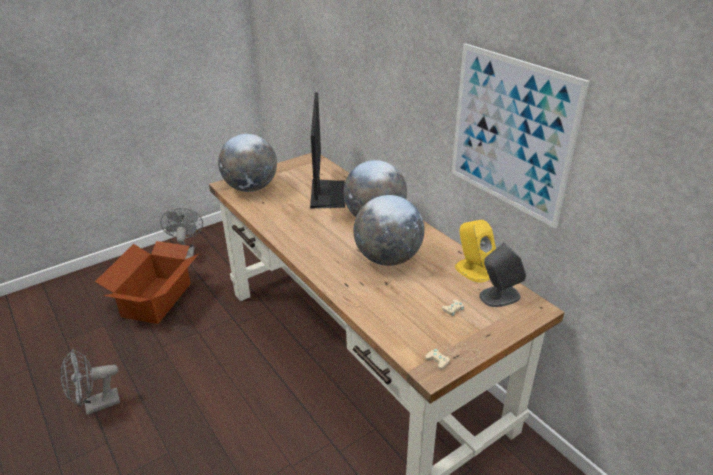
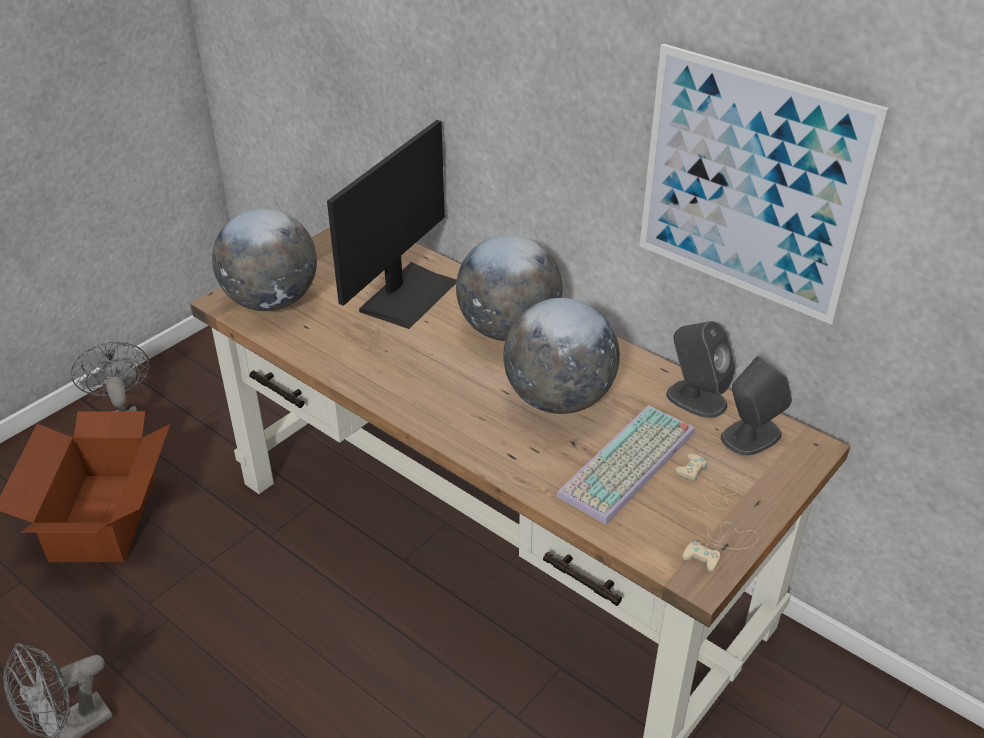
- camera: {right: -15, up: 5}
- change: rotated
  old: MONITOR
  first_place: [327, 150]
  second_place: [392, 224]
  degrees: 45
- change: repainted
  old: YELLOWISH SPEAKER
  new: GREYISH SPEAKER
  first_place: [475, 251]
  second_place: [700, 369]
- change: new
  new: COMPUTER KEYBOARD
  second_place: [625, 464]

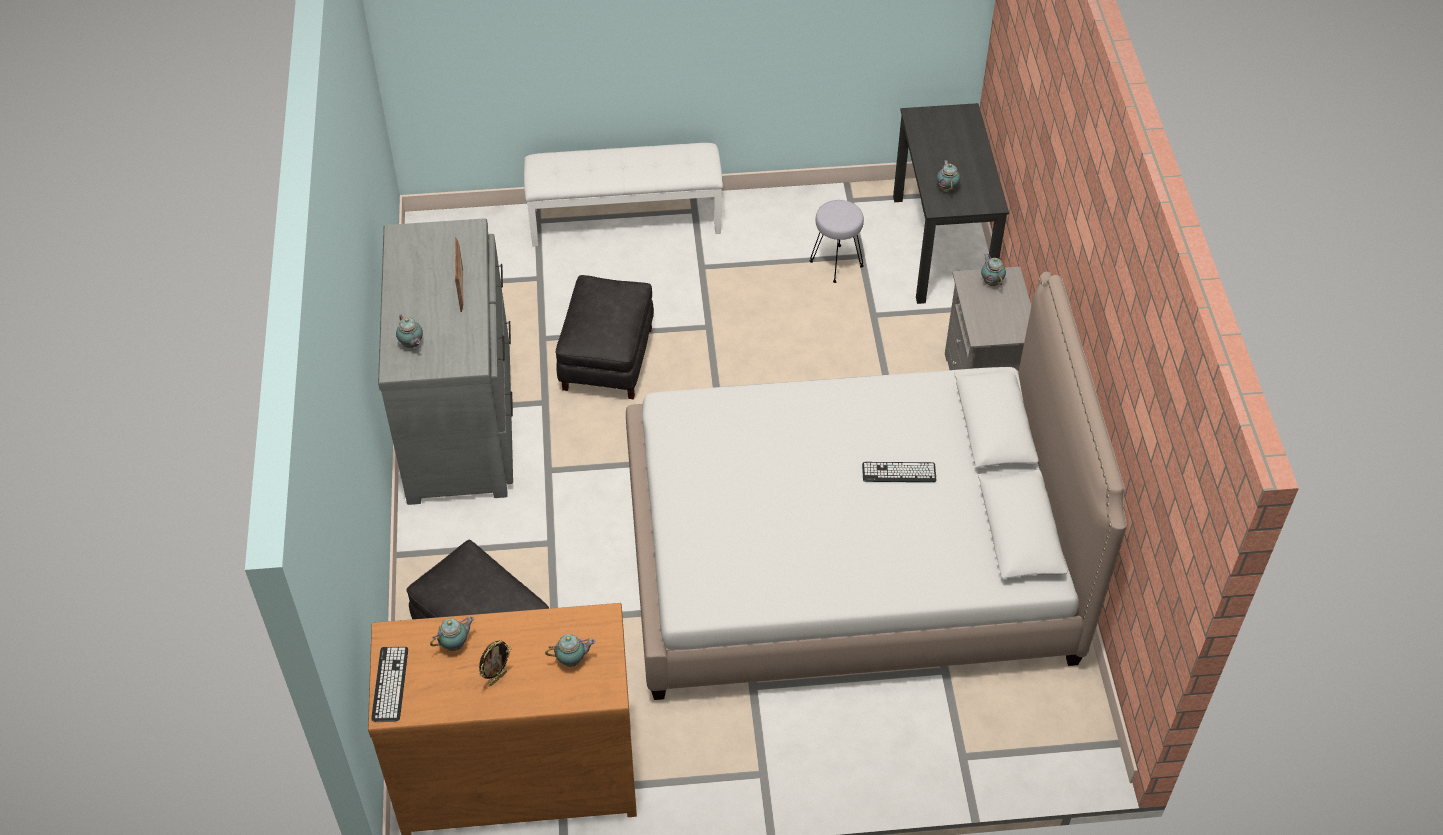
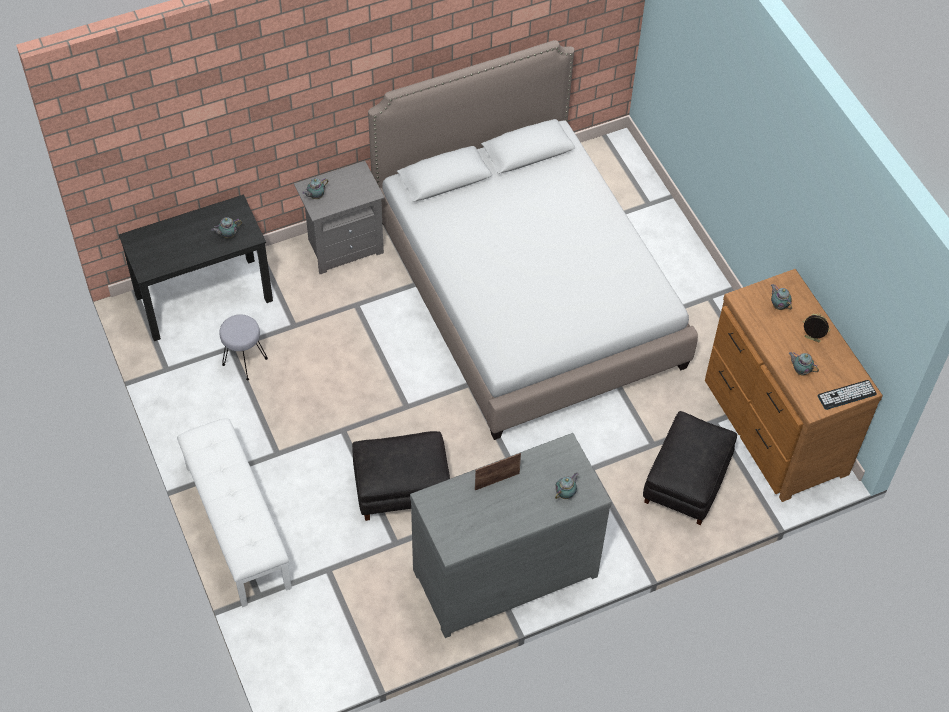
- camera: {right: -110, up: 5}
- change: gone
  old: COMPUTER KEYBOARD
  first_place: [899, 472]

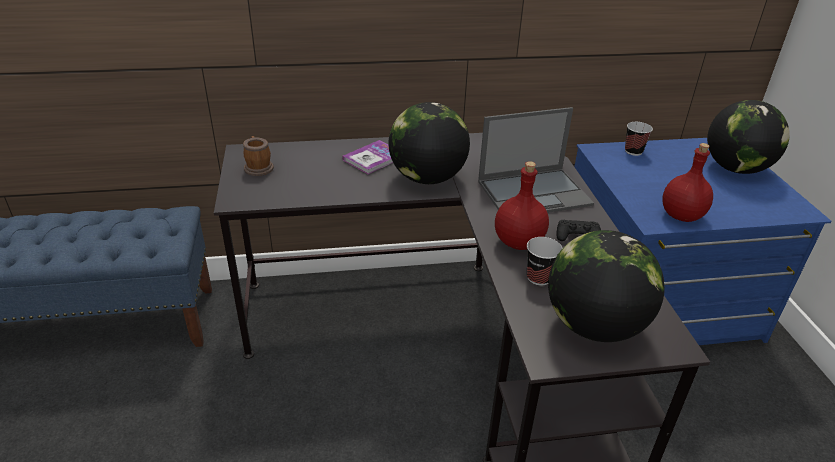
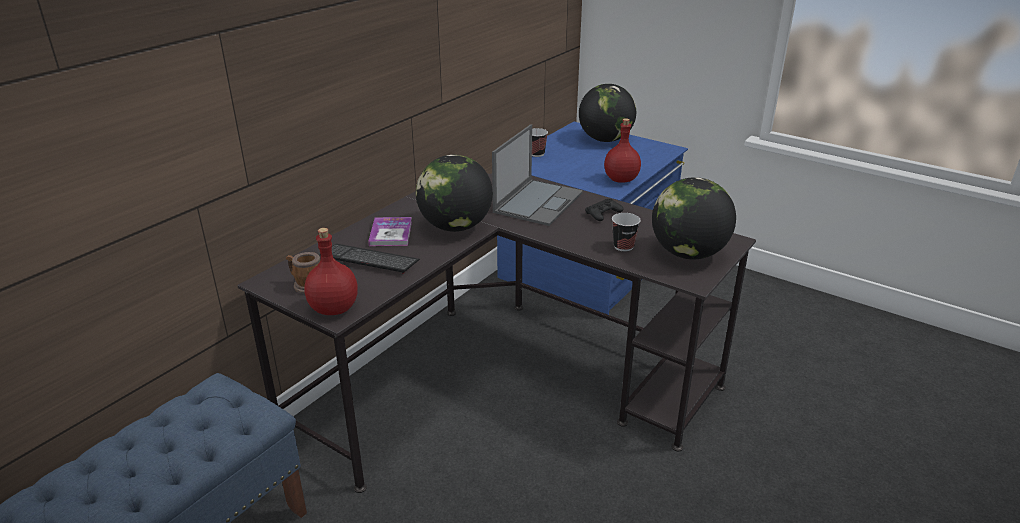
- camera: {right: -45, up: -5}
- change: shifted
  old: RED BOTTLE
  first_place: [522, 205]
  second_place: [331, 271]
- change: new
  new: COMPUTER KEYBOARD
  second_place: [370, 259]

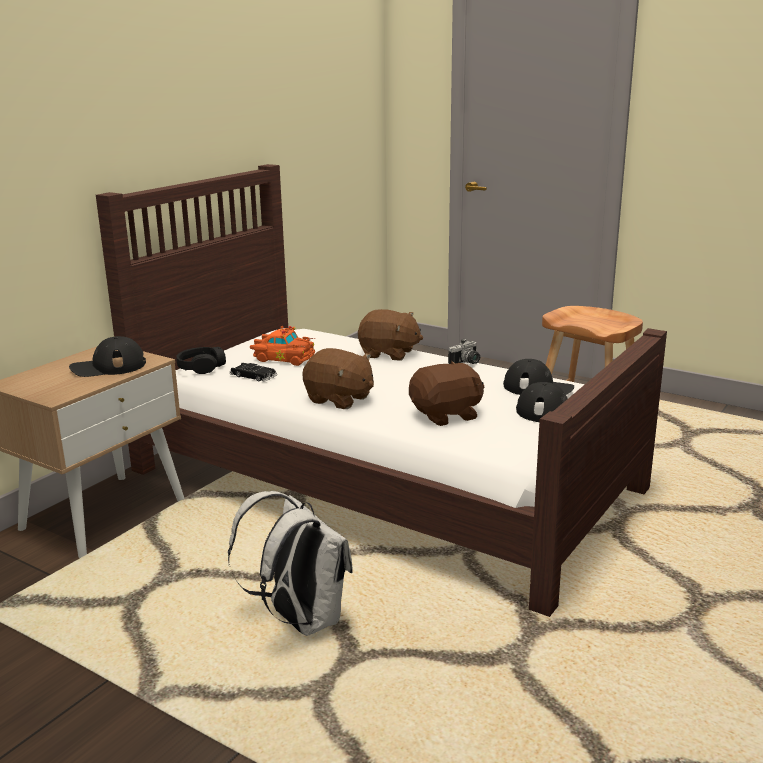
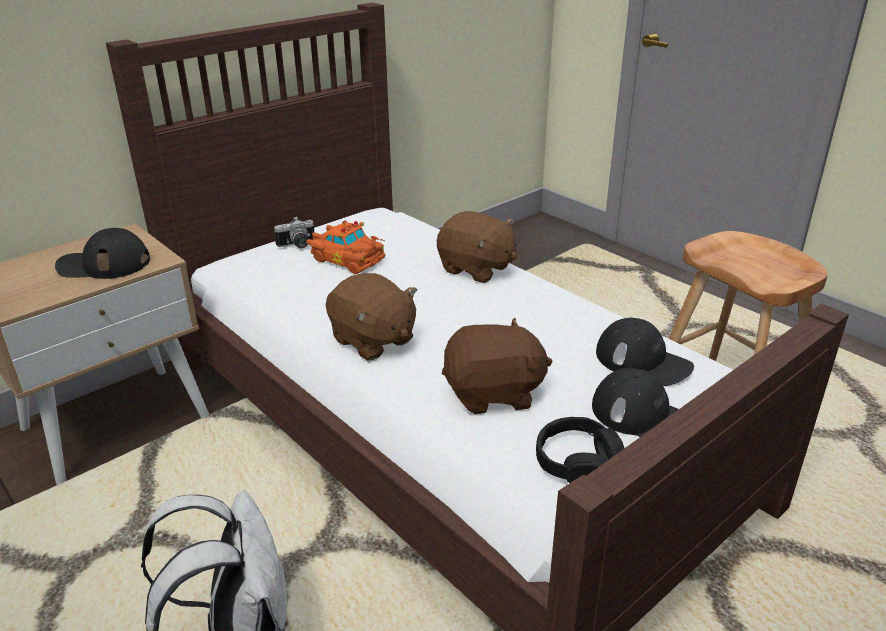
- camera: {right: 15, up: 10}
- change: shifted
  old: BLACK-COLOURED PAIR OF HEADPHONES
  first_place: [201, 360]
  second_place: [580, 450]
- change: gone
  old: BLACK-COLOURED MODEL CAR
  first_place: [253, 372]
- change: shifted
  old: STILL CAMERA
  first_place: [464, 351]
  second_place: [294, 232]

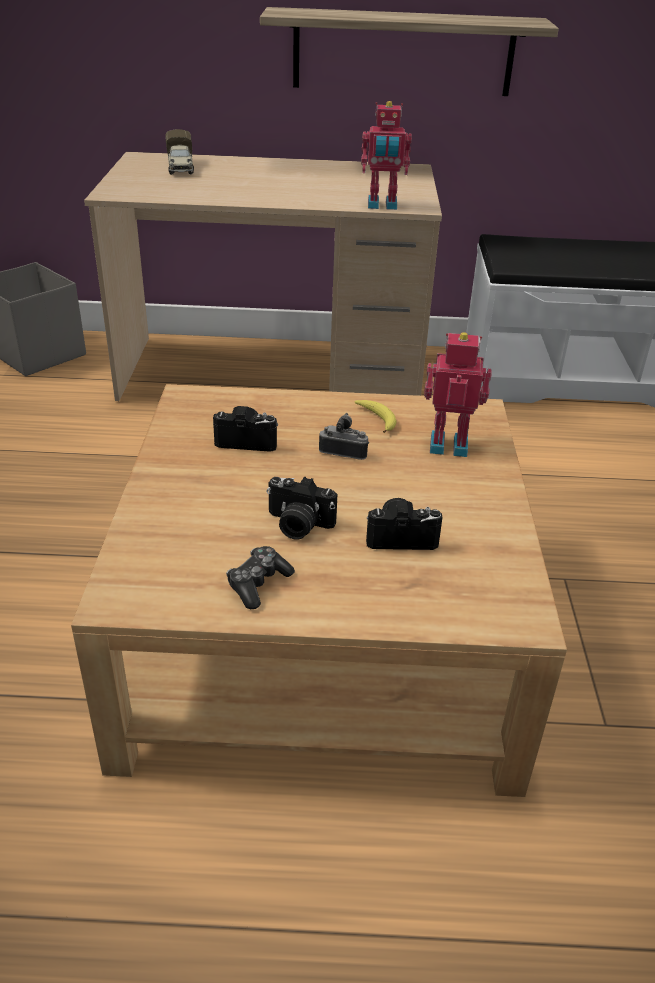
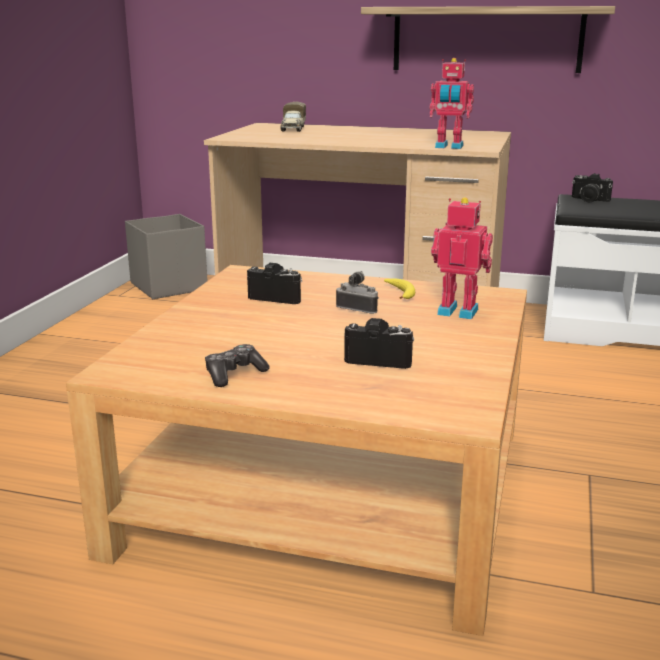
- camera: {right: 15, up: -15}
- change: shifted
  old: STILL CAMERA
  first_place: [301, 508]
  second_place: [592, 187]

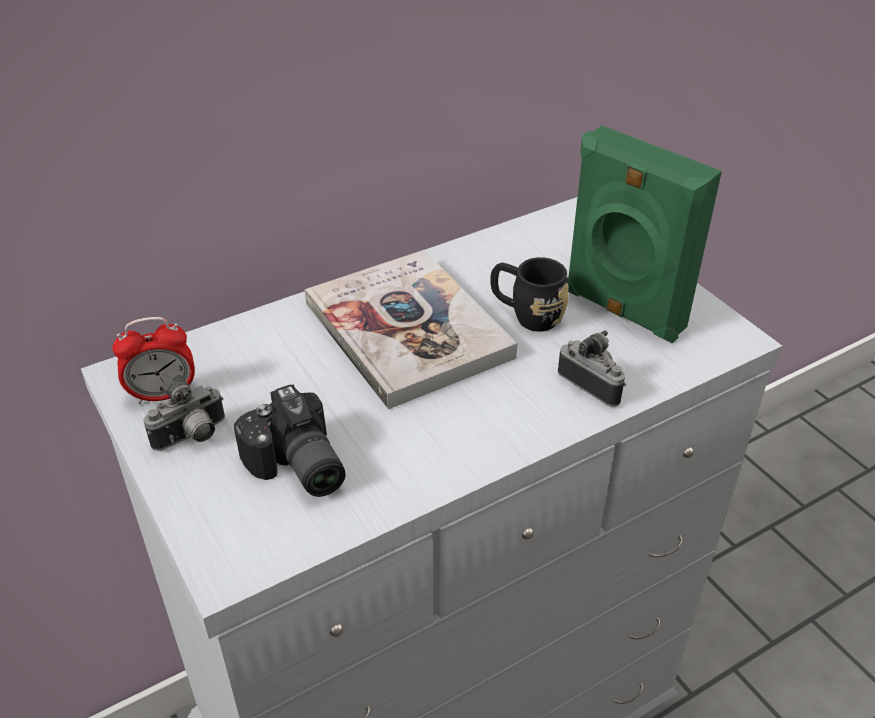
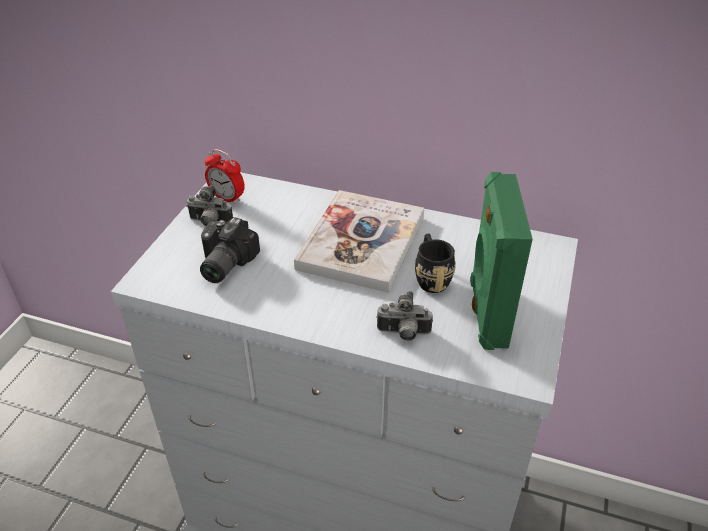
- camera: {right: 50, up: 0}
- change: rotated
  old: STILL CAMERA
  first_place: [592, 368]
  second_place: [404, 316]
  degrees: 90

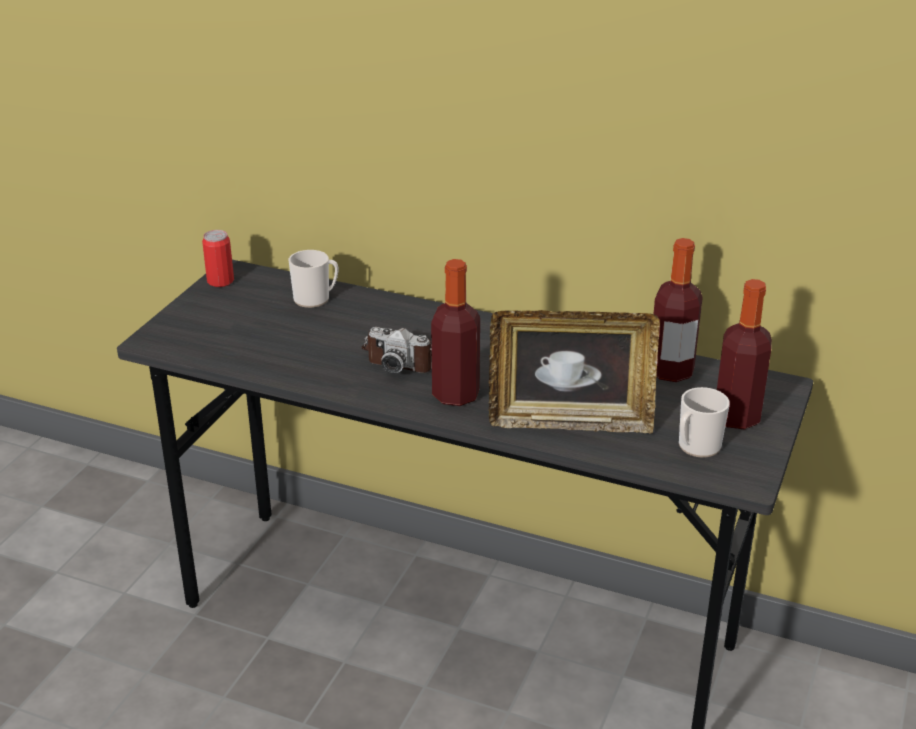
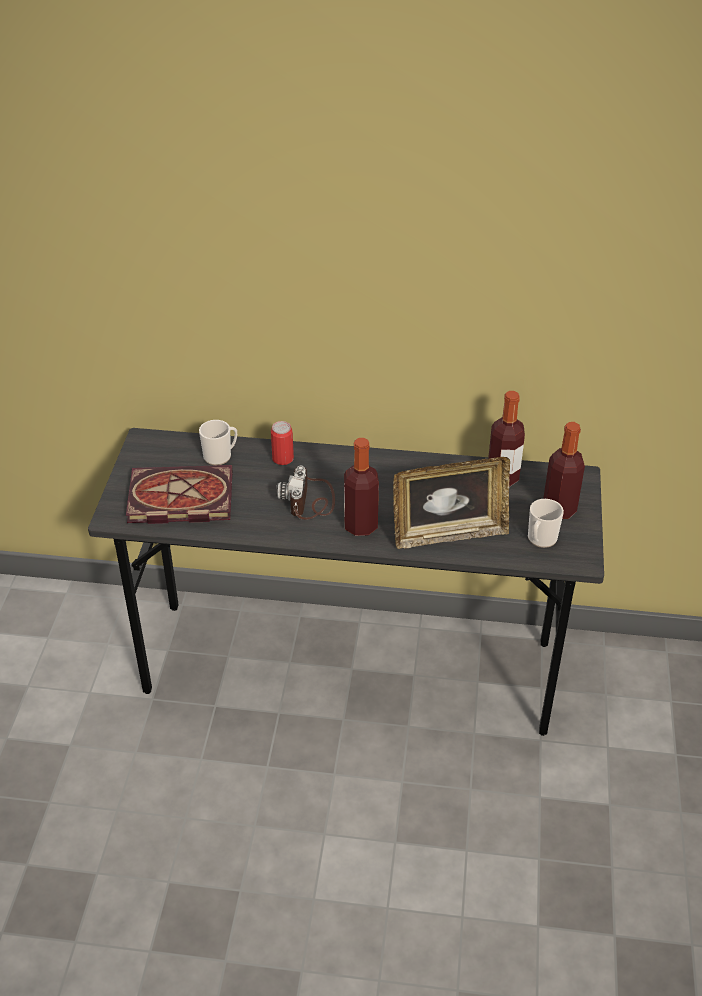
- camera: {right: -15, up: 10}
- change: shifted
  old: CAN
  first_place: [218, 258]
  second_place: [282, 443]
- change: rotated
  old: STILL CAMERA
  first_place: [396, 350]
  second_place: [305, 492]
  degrees: 90
- change: new
  new: VOLUME
  second_place: [179, 494]

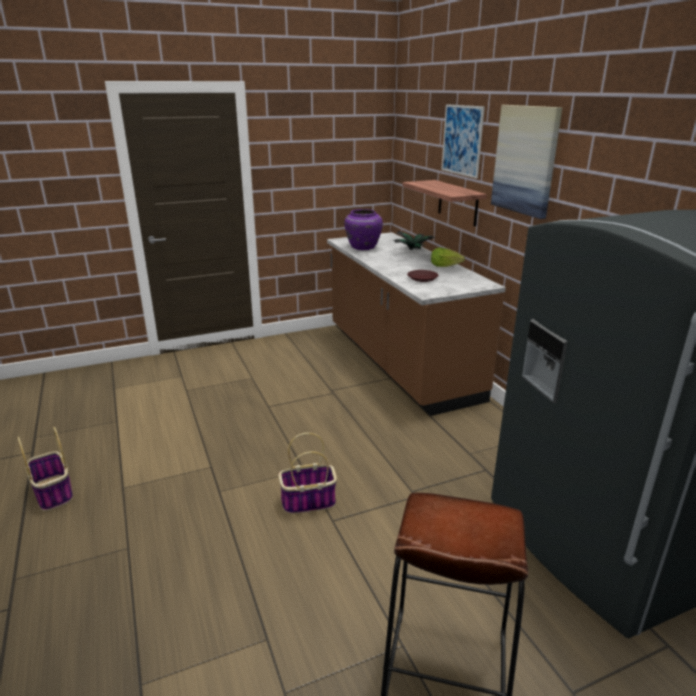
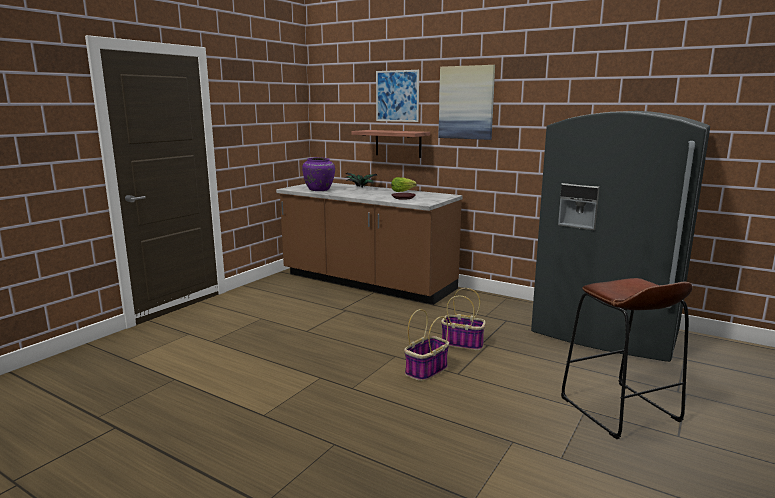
- camera: {right: -35, up: -10}
- change: shifted
  old: STORAGE BASKET
  first_place: [45, 469]
  second_place: [463, 319]

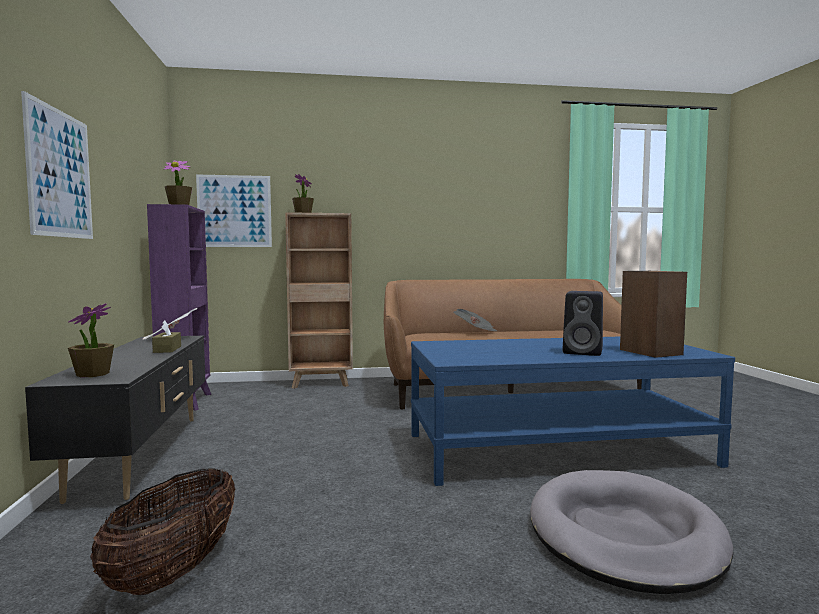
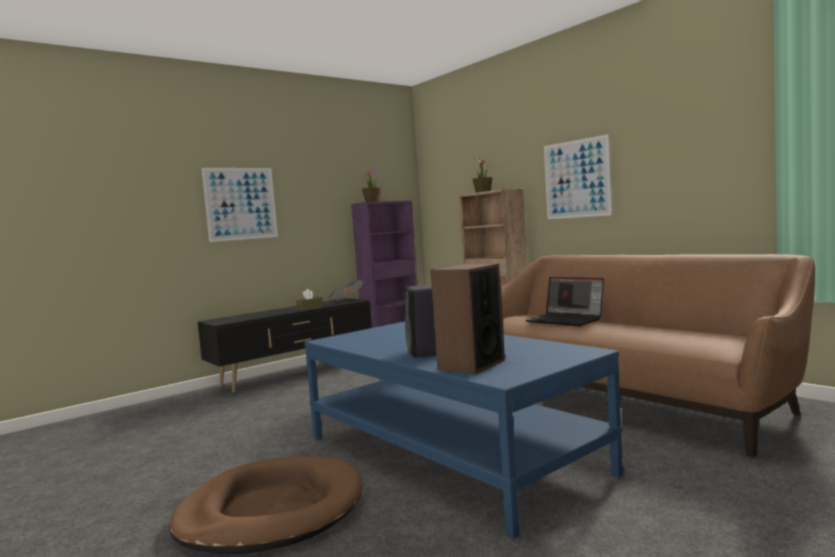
- camera: {right: 60, up: 0}
- change: gone
  old: HOUSEPLANT
  first_place: [91, 340]
- change: gone
  old: STORAGE BASKET
  first_place: [162, 531]
- change: shifted
  old: WALL PICTURE
  first_place: [234, 210]
  second_place: [578, 176]
- change: swapped
  old: DAILY PAPER
  new: PORTABLE COMPUTER
  first_place: [475, 320]
  second_place: [565, 301]
- change: repainted
  old: GREYISH DOG BED
  new: BROWN-COLOURED DOG BED
  first_place: [631, 532]
  second_place: [266, 505]

